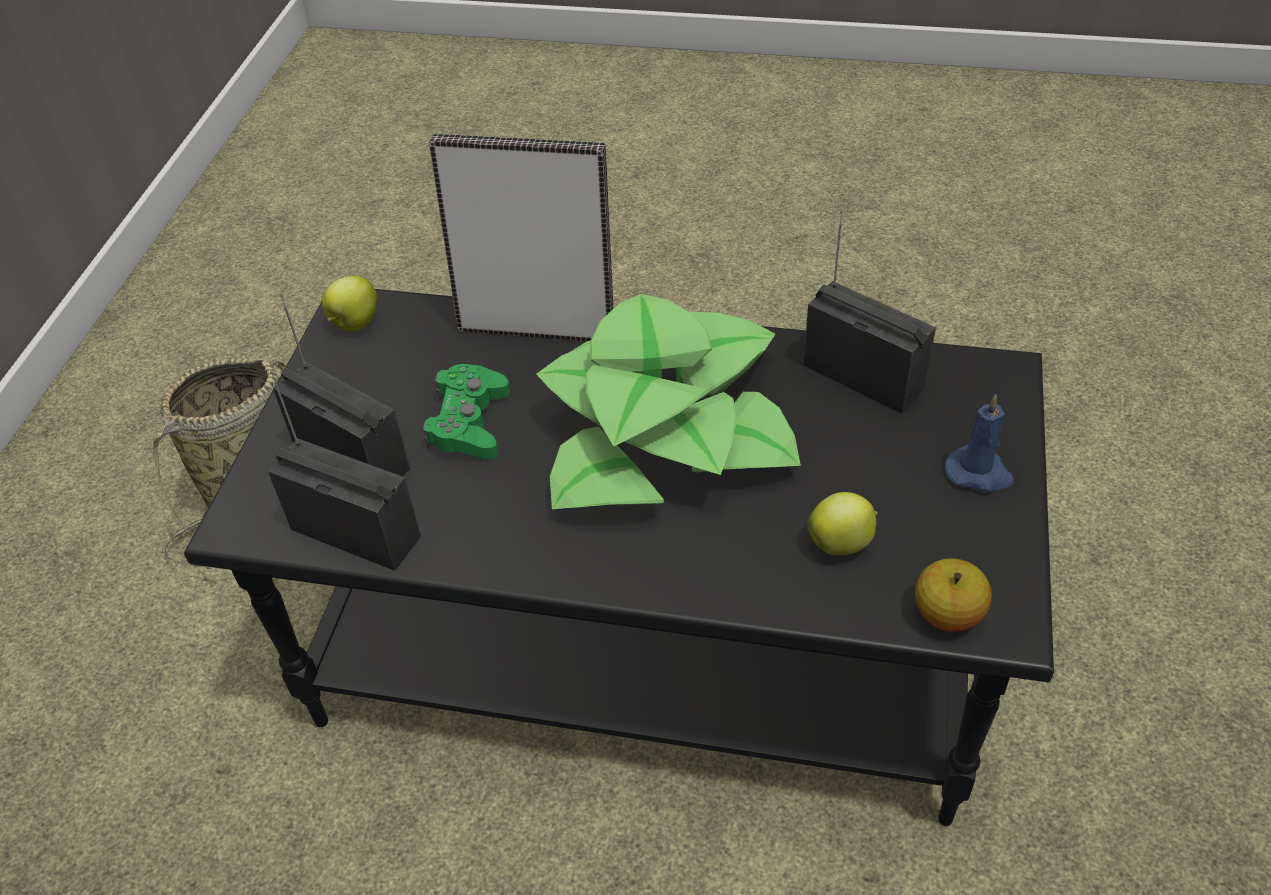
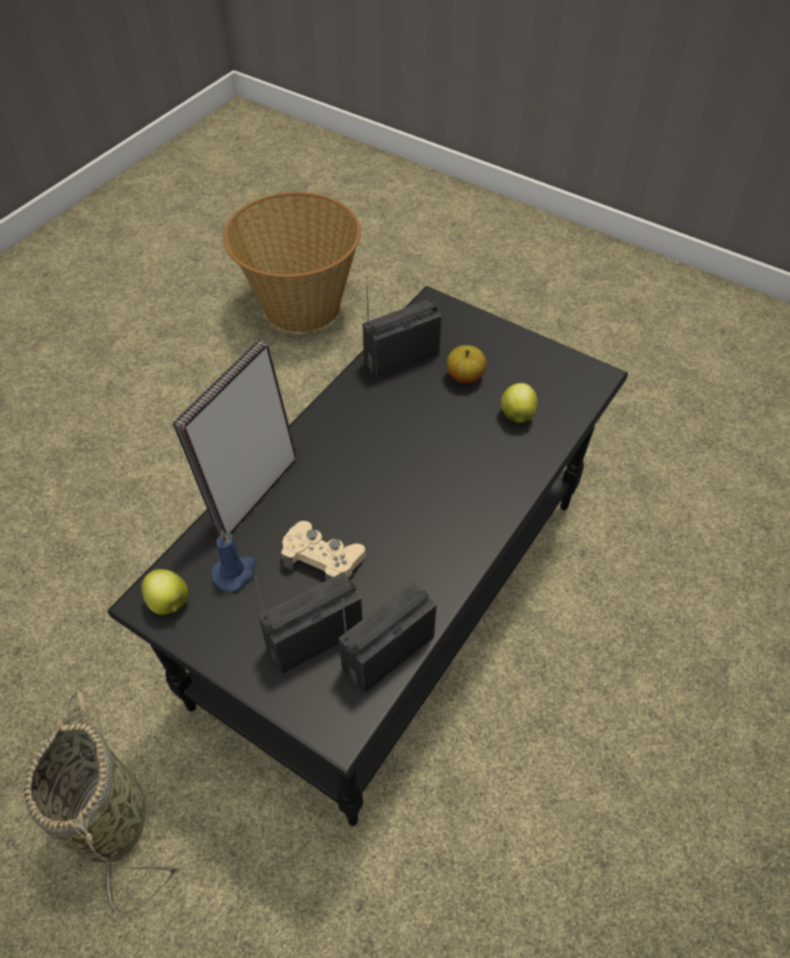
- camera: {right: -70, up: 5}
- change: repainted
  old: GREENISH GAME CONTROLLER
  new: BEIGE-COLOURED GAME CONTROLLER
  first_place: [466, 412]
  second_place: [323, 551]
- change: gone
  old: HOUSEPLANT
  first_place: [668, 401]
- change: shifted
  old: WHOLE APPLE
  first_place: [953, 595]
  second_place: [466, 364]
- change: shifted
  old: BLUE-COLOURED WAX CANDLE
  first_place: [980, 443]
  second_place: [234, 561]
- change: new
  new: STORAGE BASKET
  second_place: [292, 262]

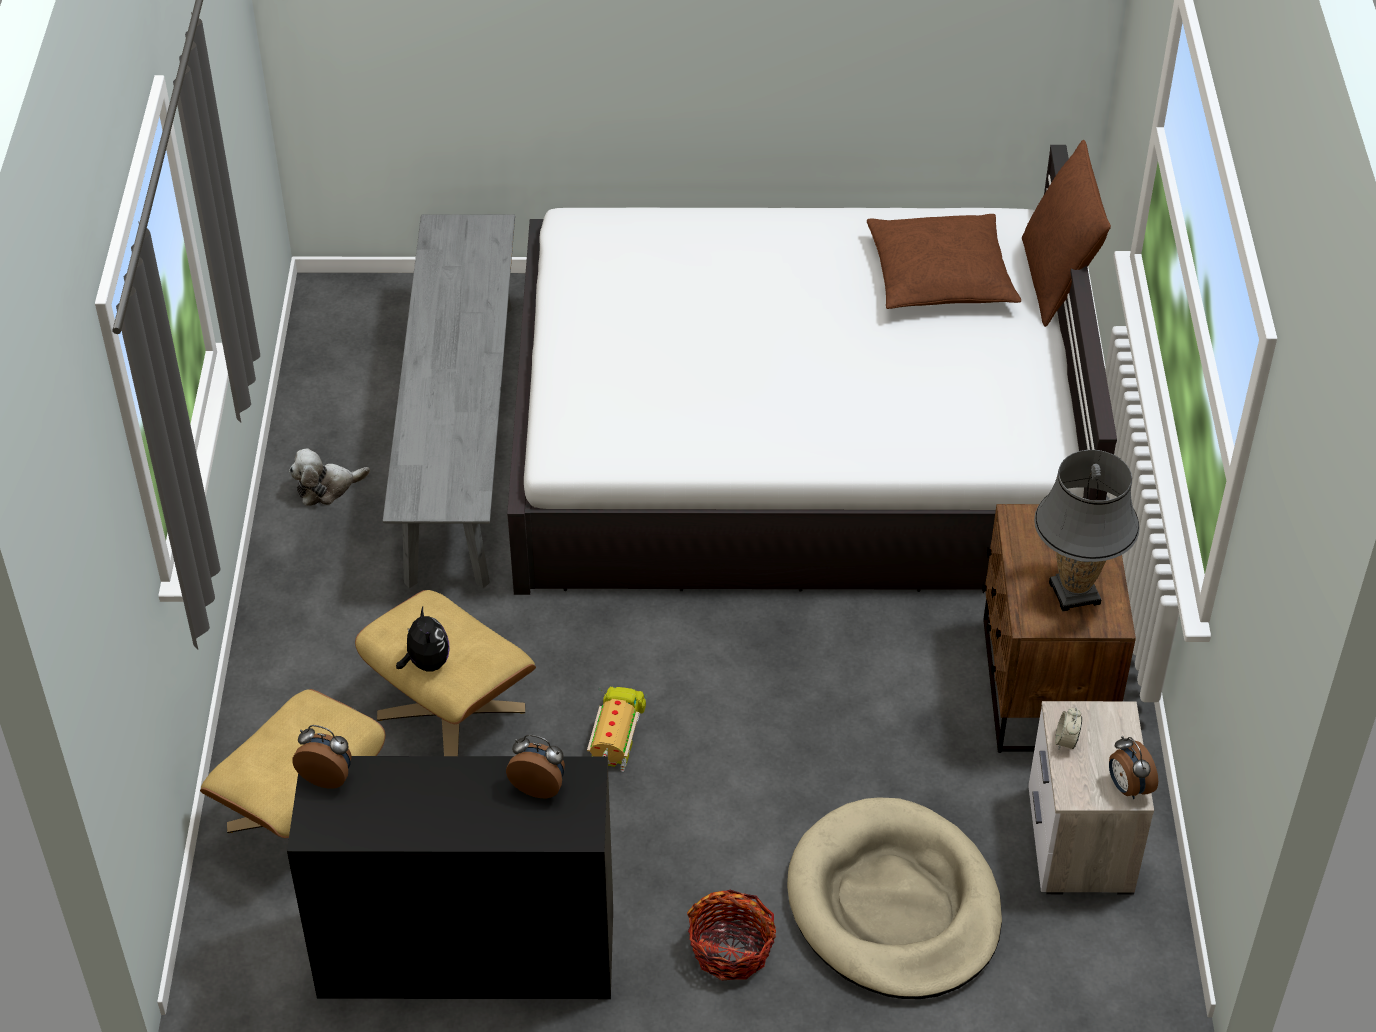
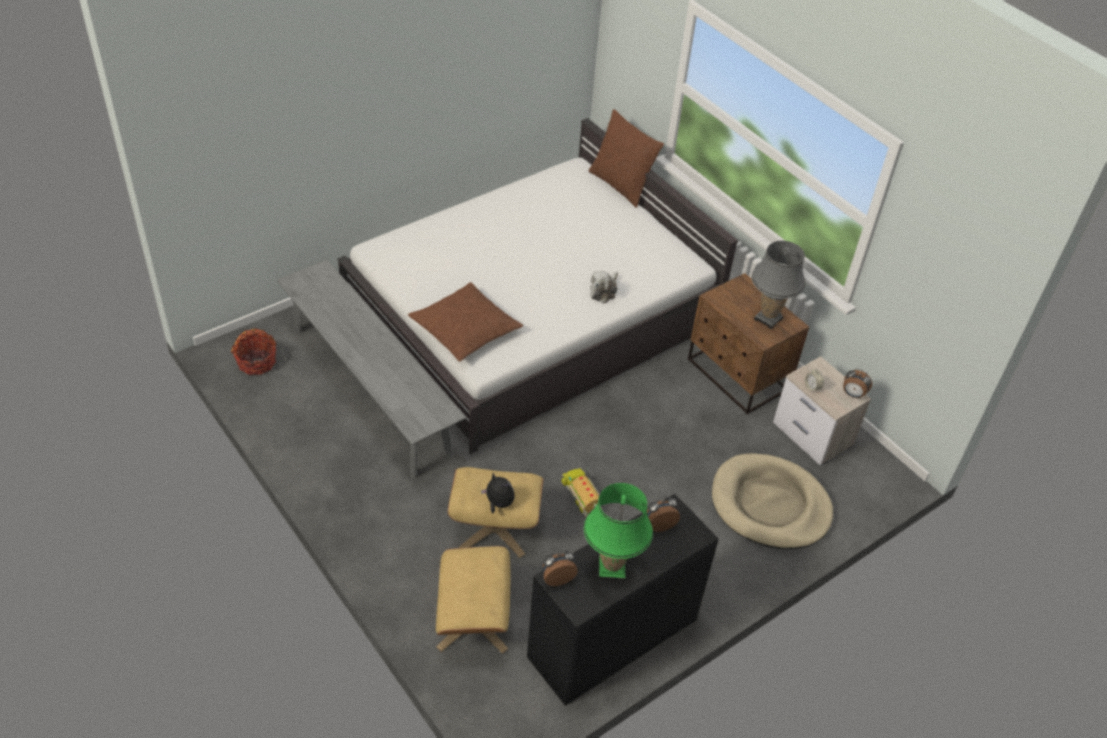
- camera: {right: -40, up: 0}
- change: shifted
  old: CUDDLY TOY
  first_place: [329, 477]
  second_place: [604, 287]
- change: shifted
  old: STORAGE BASKET
  first_place: [731, 935]
  second_place: [253, 352]
- change: shifted
  old: BROWN-COLOURED PILLOW
  first_place: [944, 261]
  second_place: [465, 322]
- change: new
  new: GREENISH TABLETOP LAMP
  second_place: [618, 532]

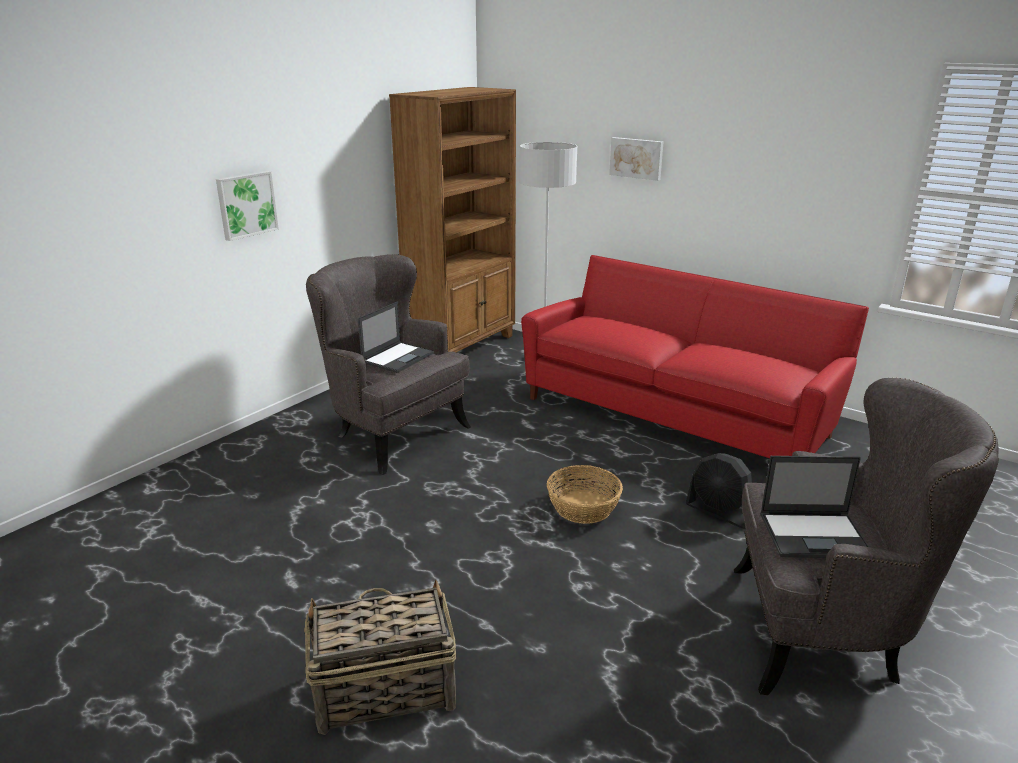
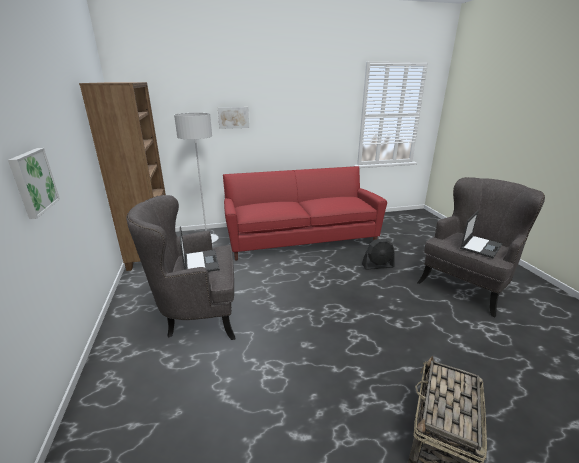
- camera: {right: -50, up: 0}
- change: gone
  old: STORAGE BASKET
  first_place: [585, 494]

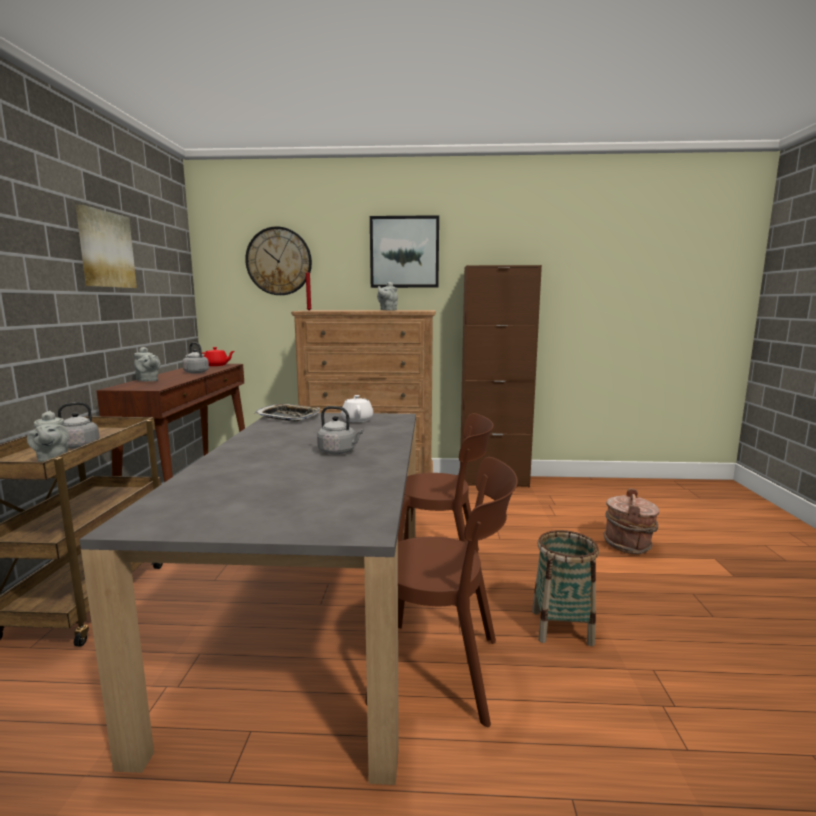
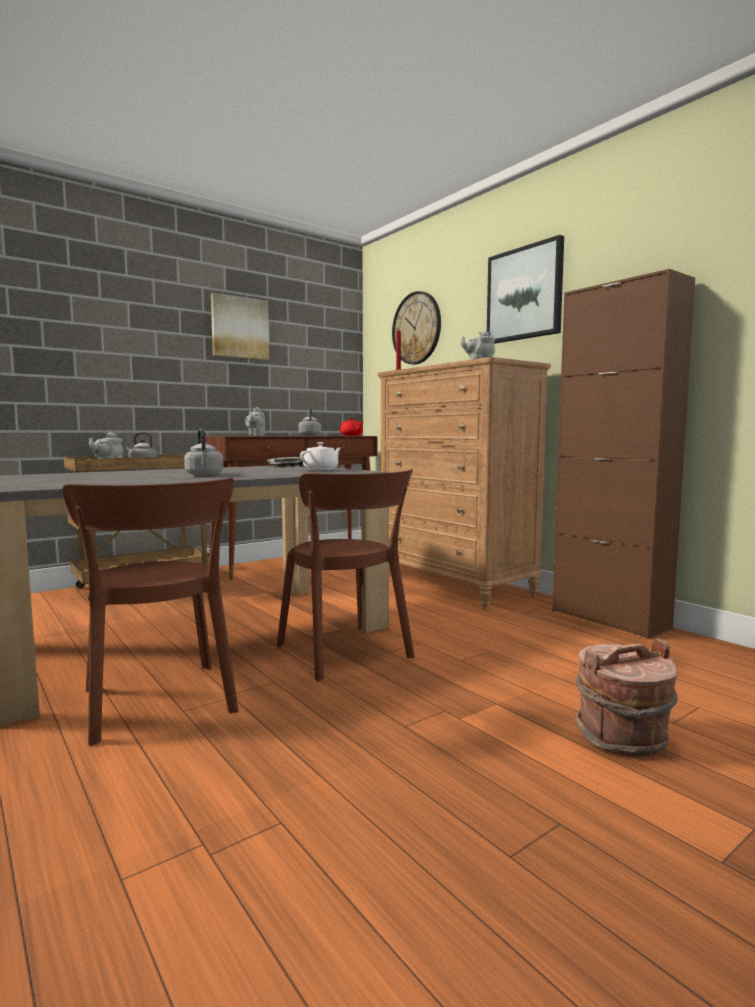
- camera: {right: 50, up: -5}
- change: gone
  old: STORAGE BASKET
  first_place: [565, 588]

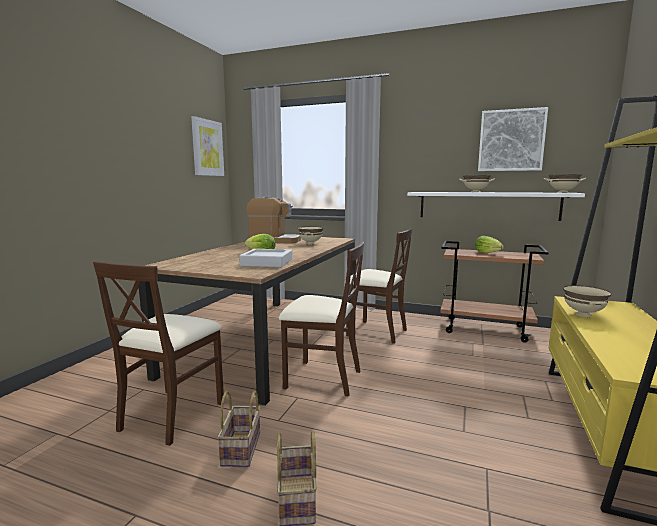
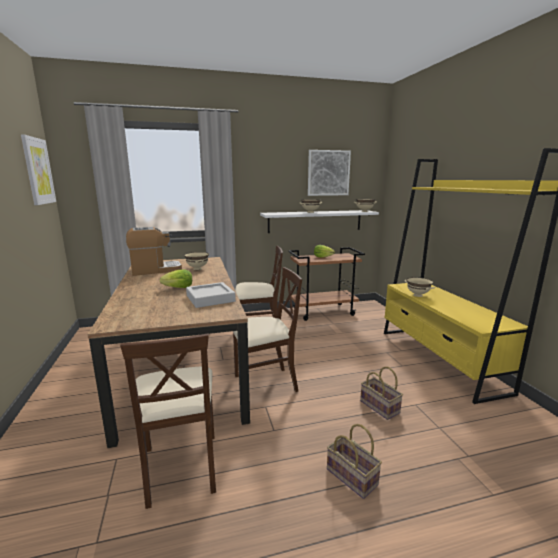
- camera: {right: -35, up: 5}
- change: shifted
  old: STORAGE BASKET
  first_place: [238, 429]
  second_place: [381, 393]

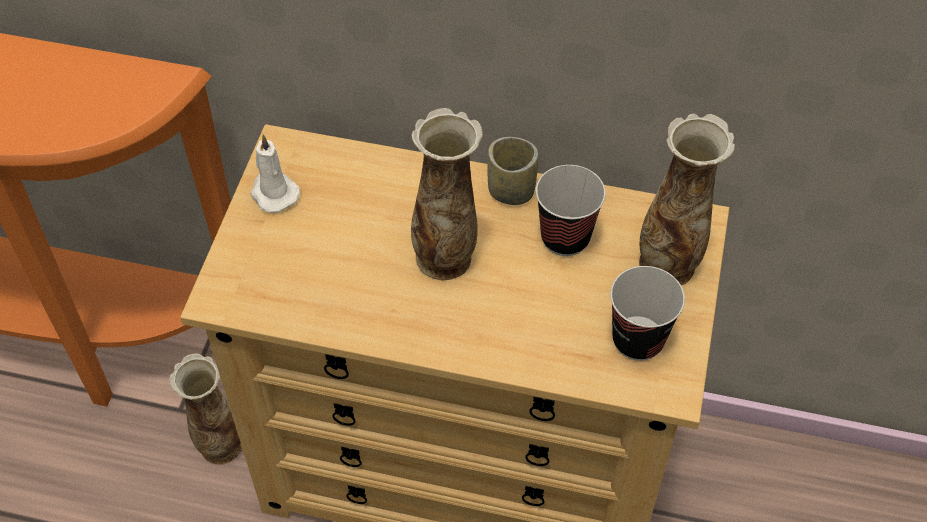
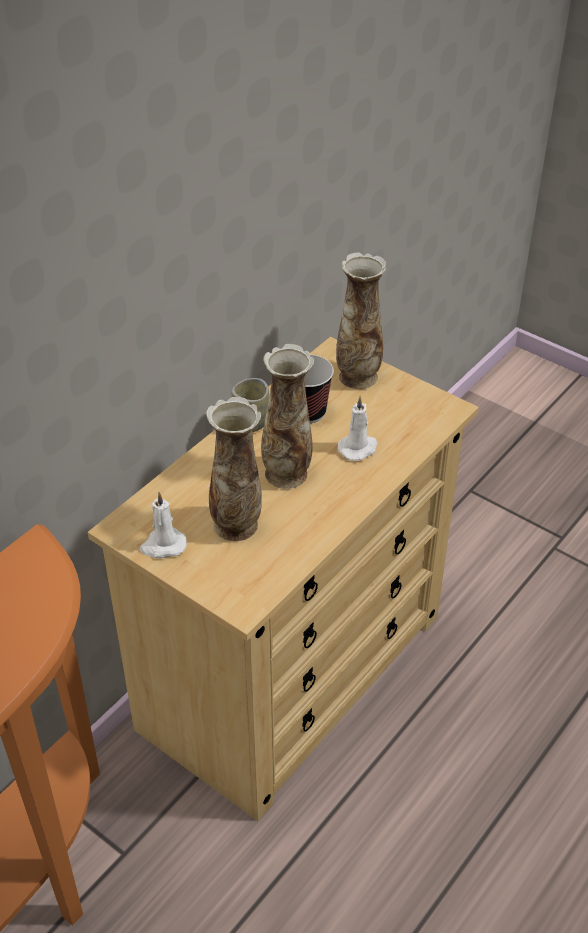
- camera: {right: -65, up: -10}
- change: shifted
  old: DECORATIVE VASE
  first_place: [205, 409]
  second_place: [234, 469]
- change: gone
  old: CUP
  first_place: [647, 313]
- change: new
  new: WHITISH WAX CANDLE
  second_place: [358, 428]

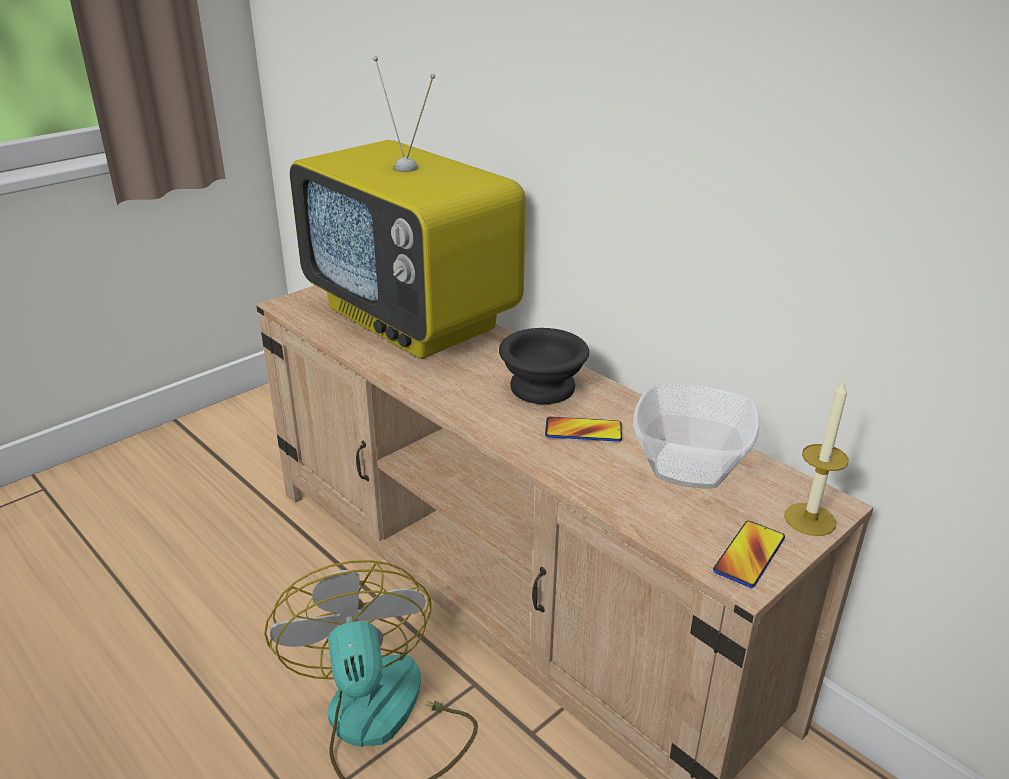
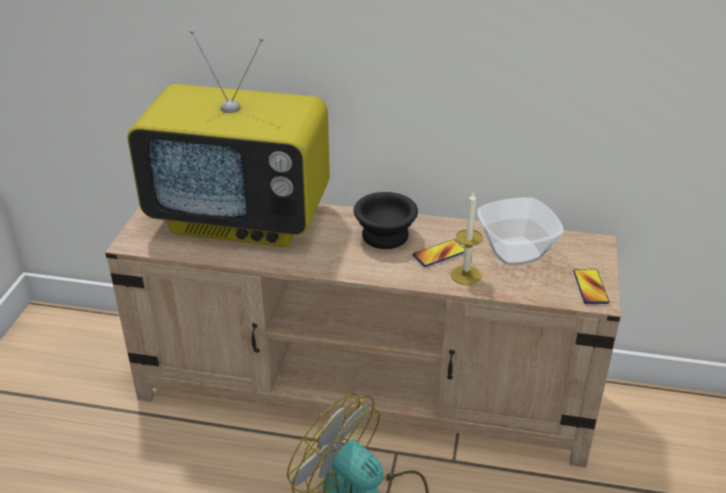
- camera: {right: -35, up: 5}
- change: shifted
  old: WAX CANDLE
  first_place: [816, 458]
  second_place: [467, 238]

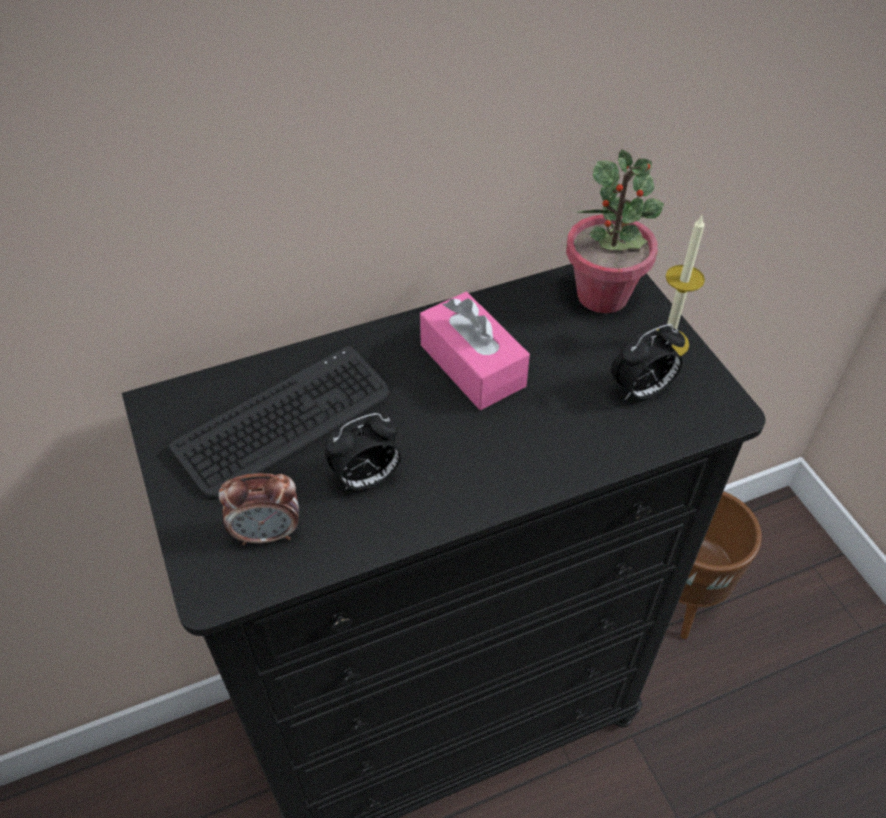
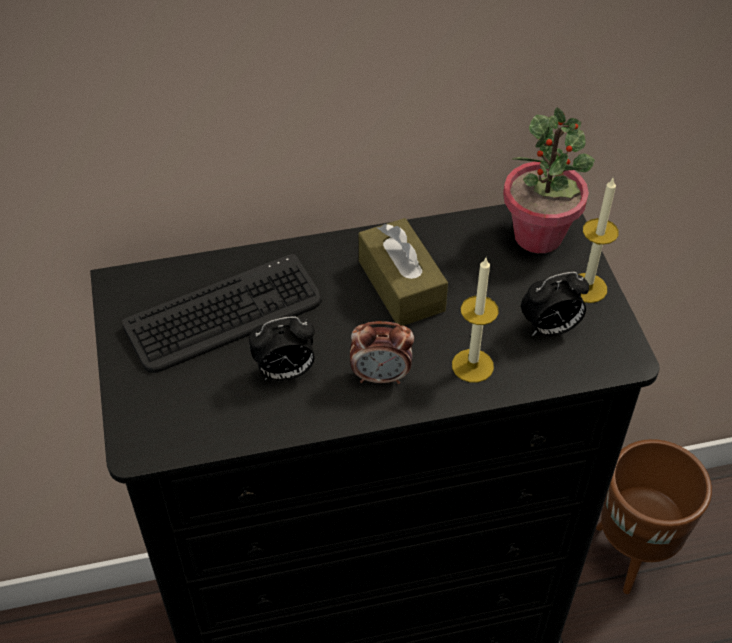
- camera: {right: 10, up: 0}
- change: shifted
  old: BEDSIDE CLOCK
  first_place: [259, 509]
  second_place: [382, 352]
- change: repainted
  old: PINK-COLOURED BOX OF TISSUES
  new: BROWN-COLOURED BOX OF TISSUES
  first_place: [475, 351]
  second_place: [403, 272]
- change: new
  new: WAX CANDLE
  second_place: [475, 320]

